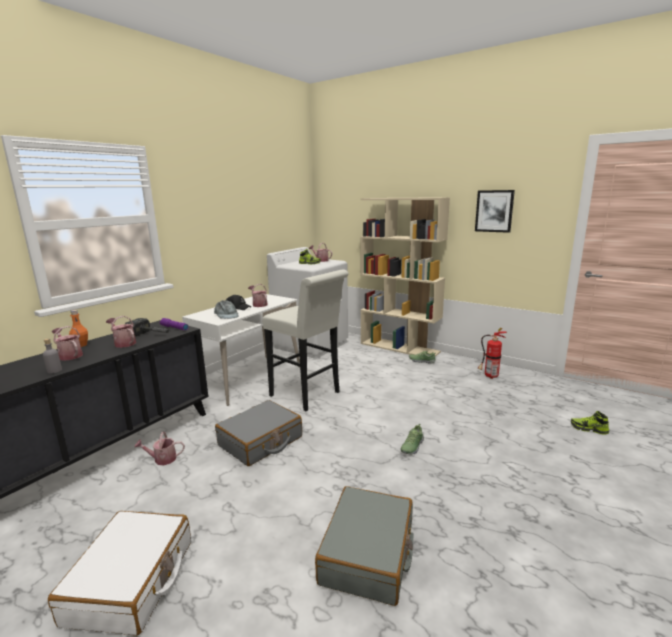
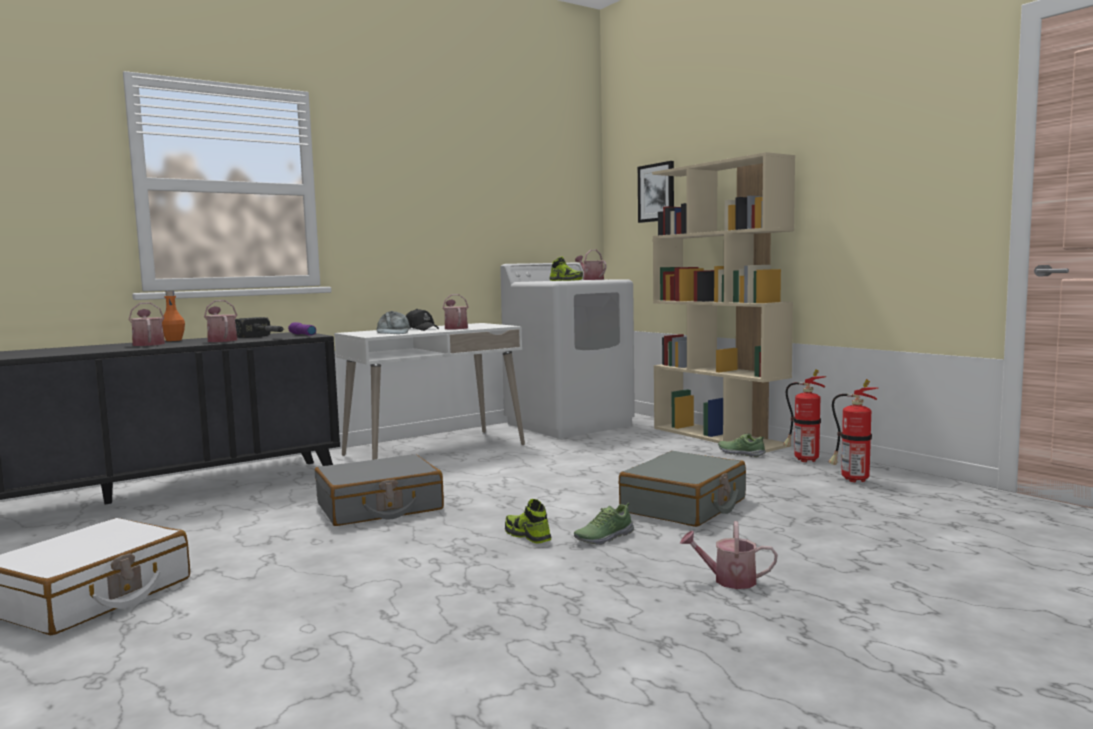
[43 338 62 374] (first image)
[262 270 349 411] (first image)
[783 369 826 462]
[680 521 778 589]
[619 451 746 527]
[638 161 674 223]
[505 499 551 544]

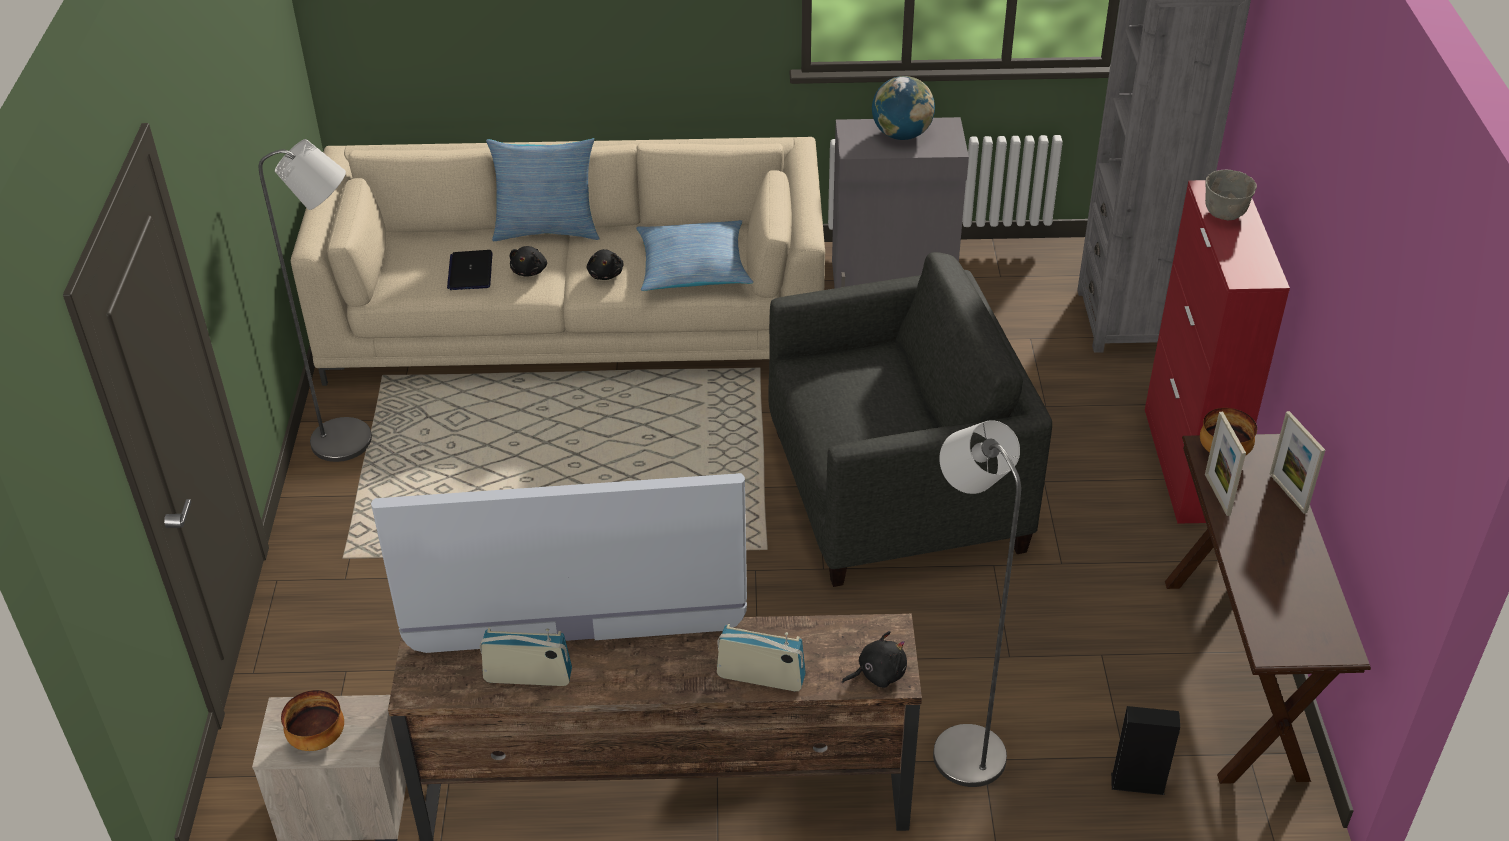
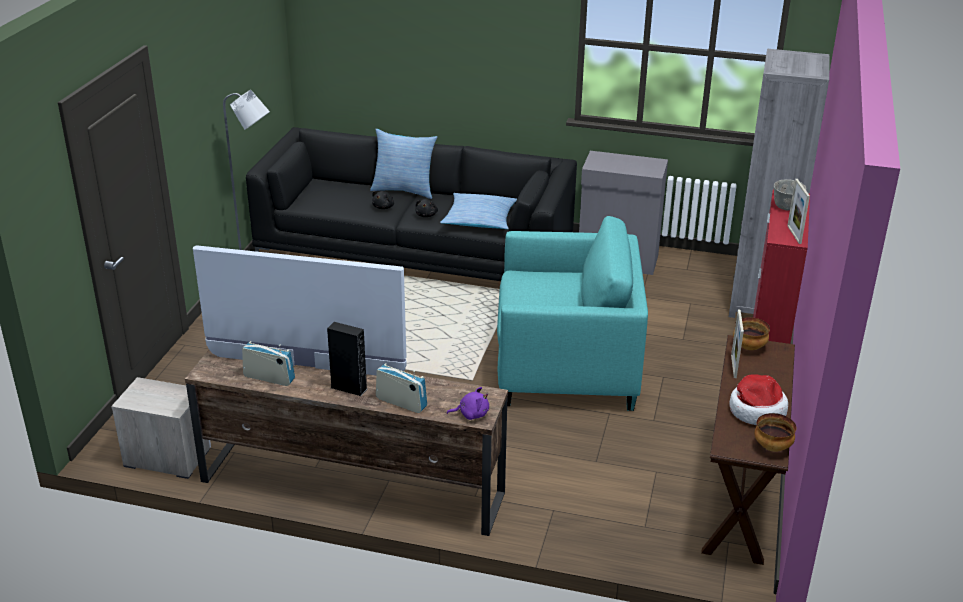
[447 250 493 290] (first image)
[872 76 935 140] (first image)
[933 420 1021 787] (first image)
[730 374 788 425]
[754 413 796 452]
[327 322 367 396]
[787 179 810 244]
[246 127 577 281]
[497 216 648 411]
[447 387 489 420]

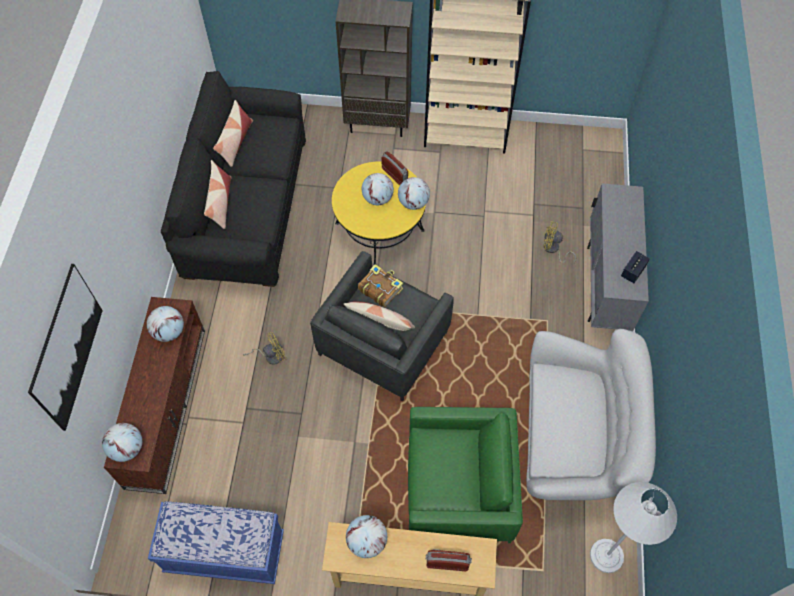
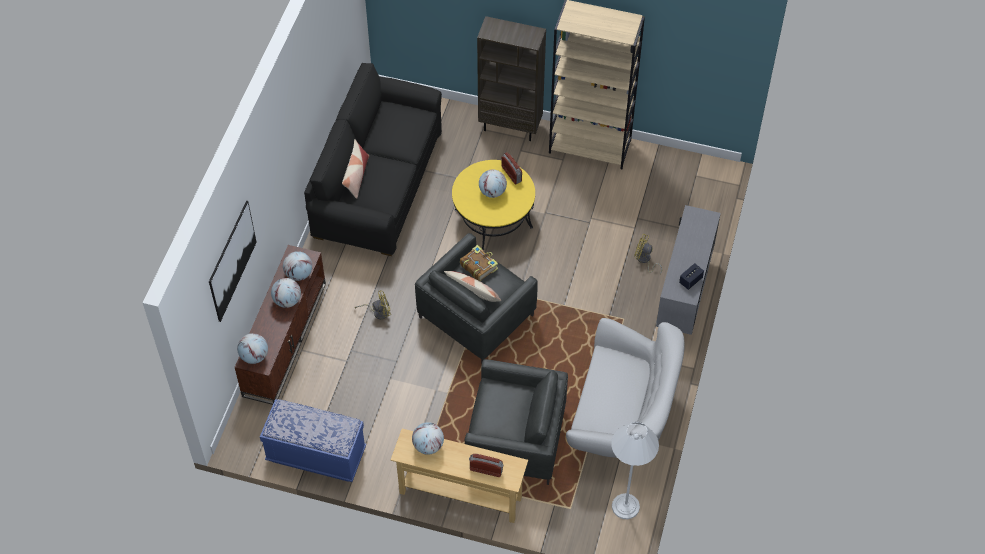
[213 100 253 167] (first image)
[271 278 301 308]
[465 359 568 485]

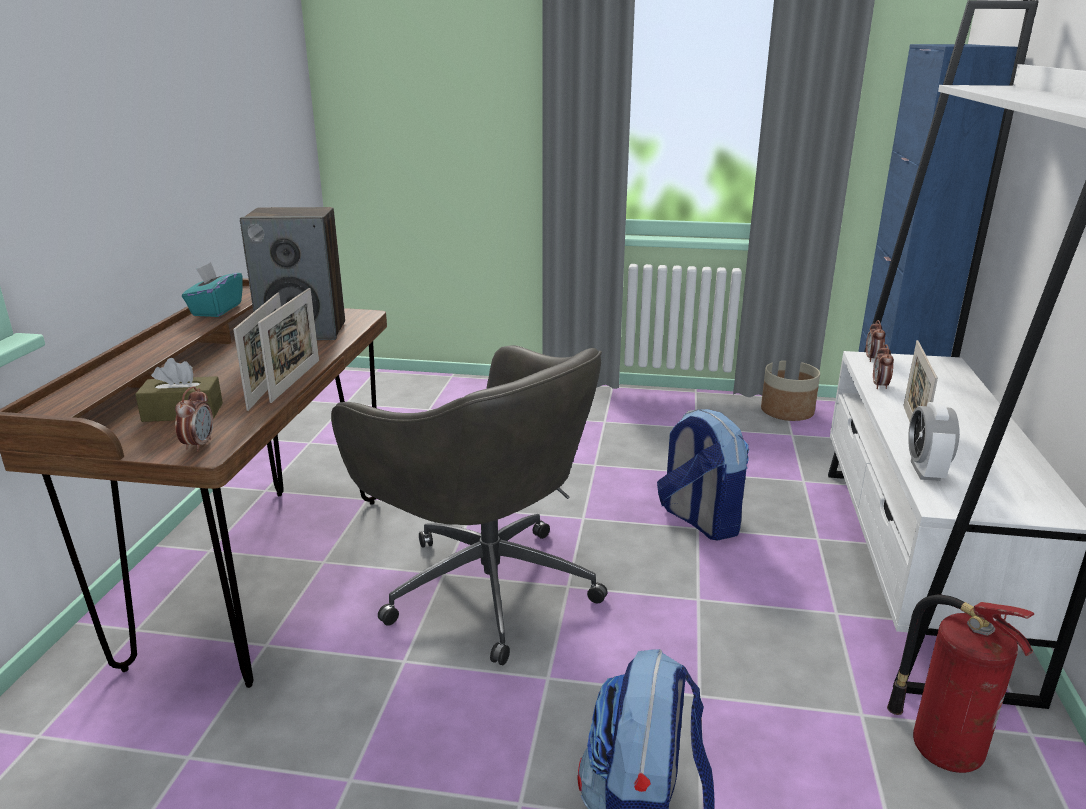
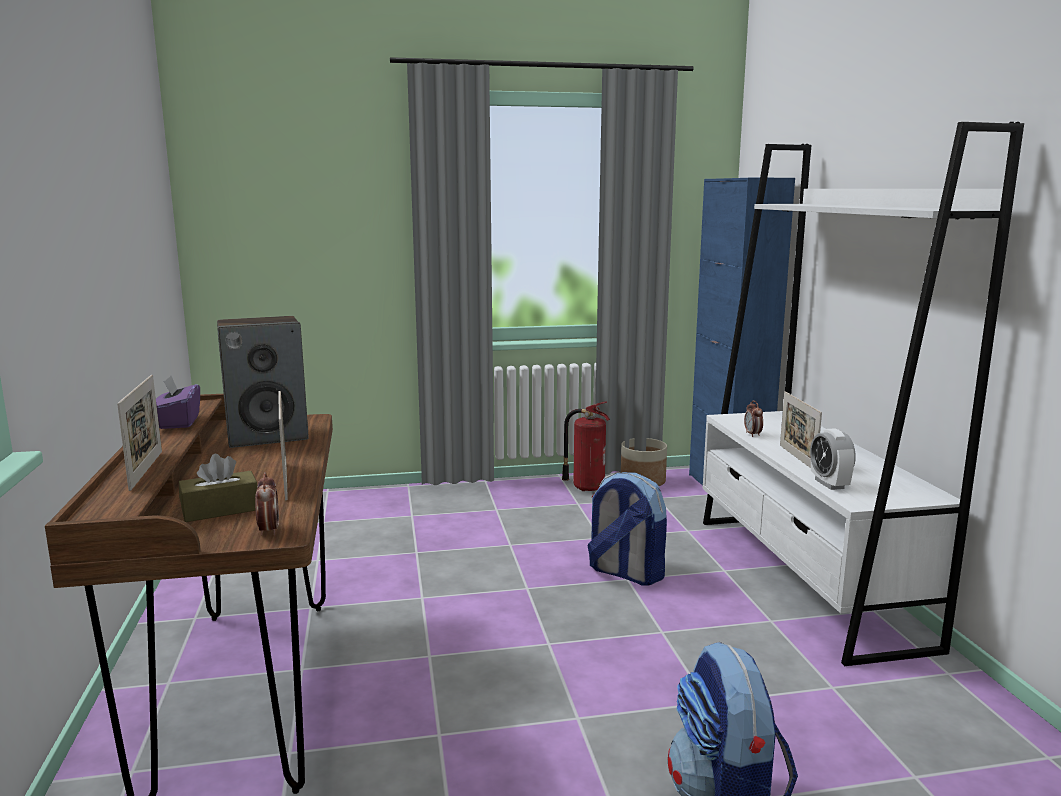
[331 345 608 665] (first image)
[866 320 885 362] (first image)
[117 375 162 491]
[562 401 610 491]
[156 376 200 429]

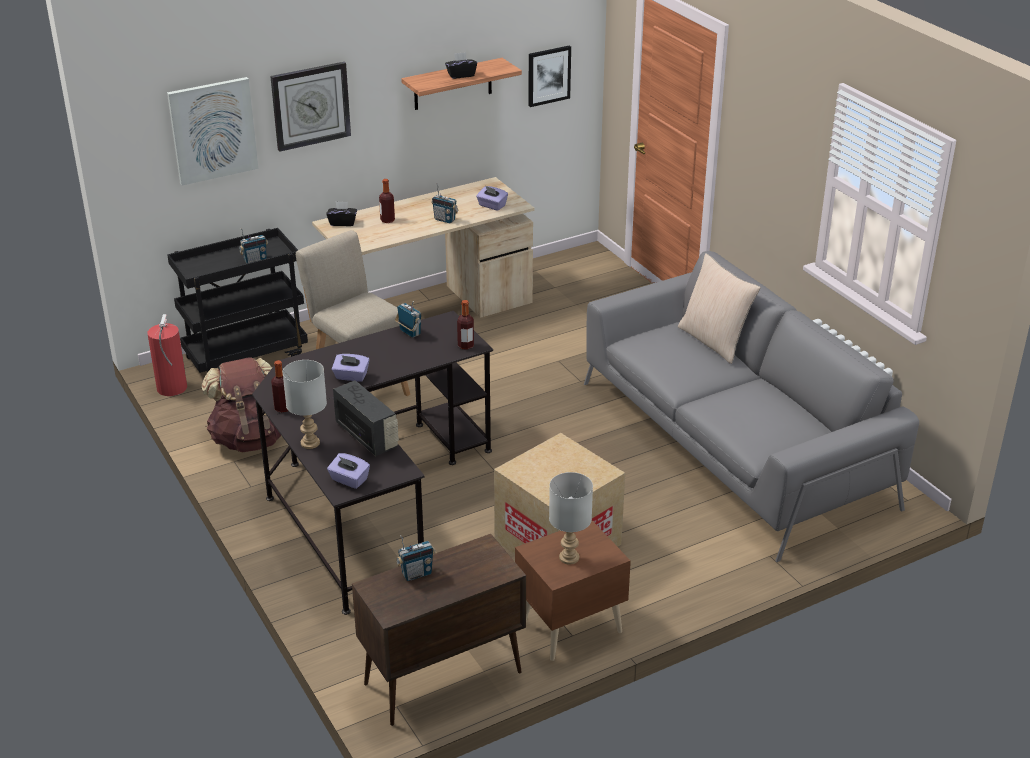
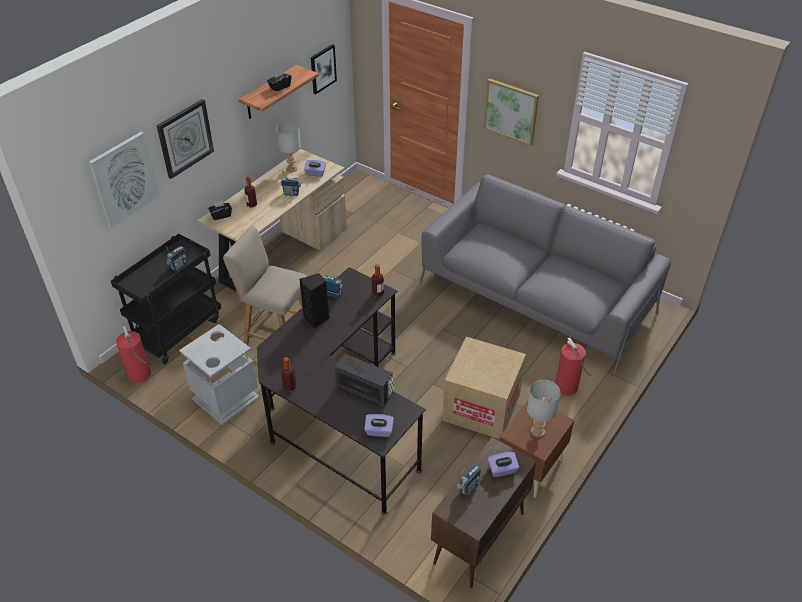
[678 253 761 364] (first image)
[300 273 330 328]
[483 78 539 146]
[555 338 591 395]
[276 122 301 172]
[487 452 519 477]
[179 324 260 425]

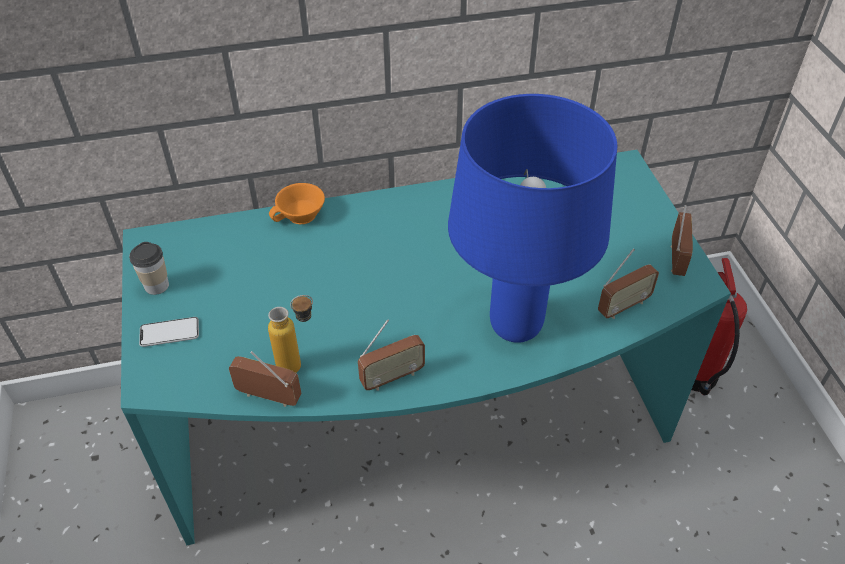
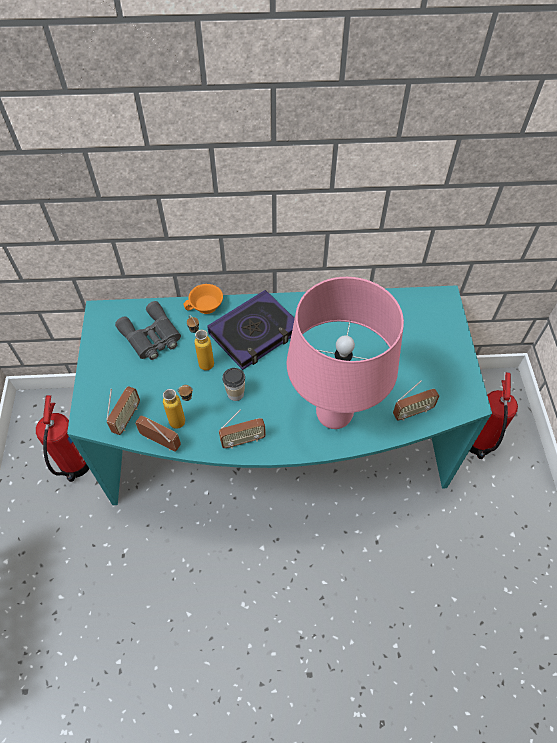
[139 317 199 347] (first image)
[36 395 89 482]
[115 301 181 360]
[187 315 214 371]
[207 290 295 370]
[223 368 245 401]
[106 386 140 435]
[287 277 404 429]

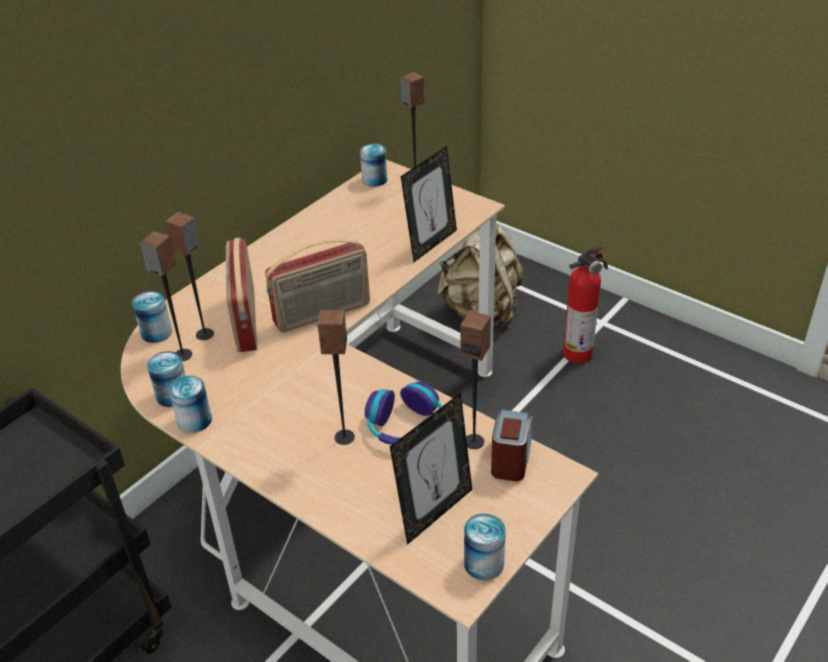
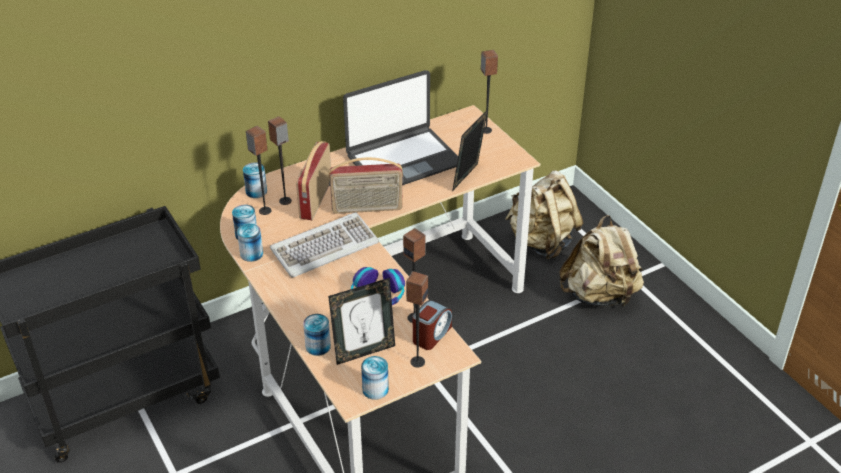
[270 212 379 278]
[343 70 458 185]
[406 271 428 367]
[303 314 331 356]
[559 215 644 307]
[452 109 488 191]

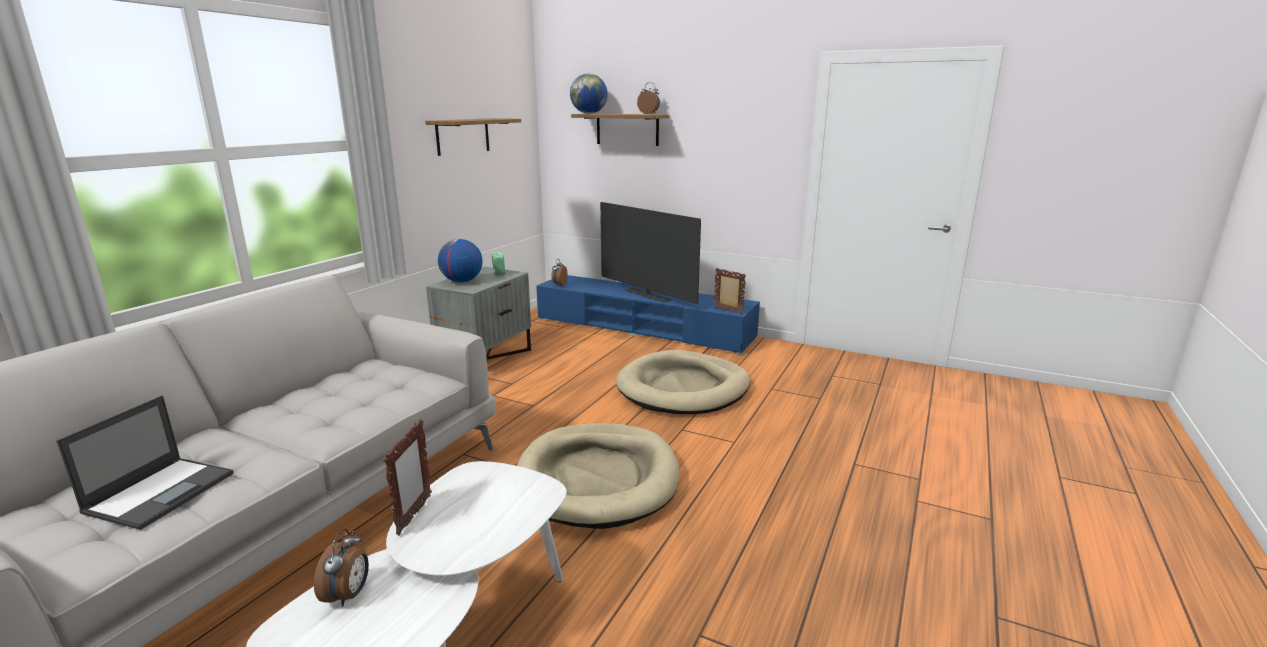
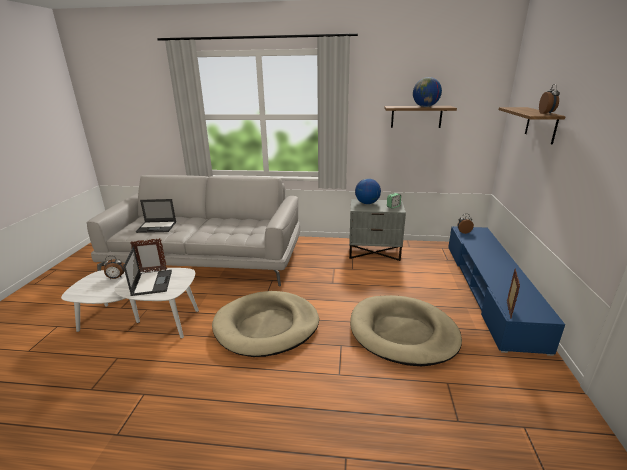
[600 202 701 304] (first image)
[123 246 172 296]
[413 77 442 107]

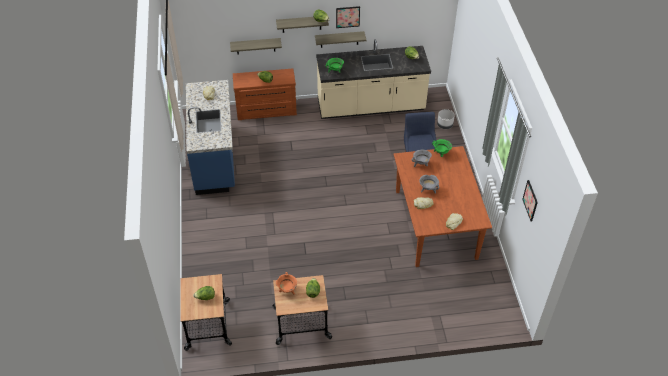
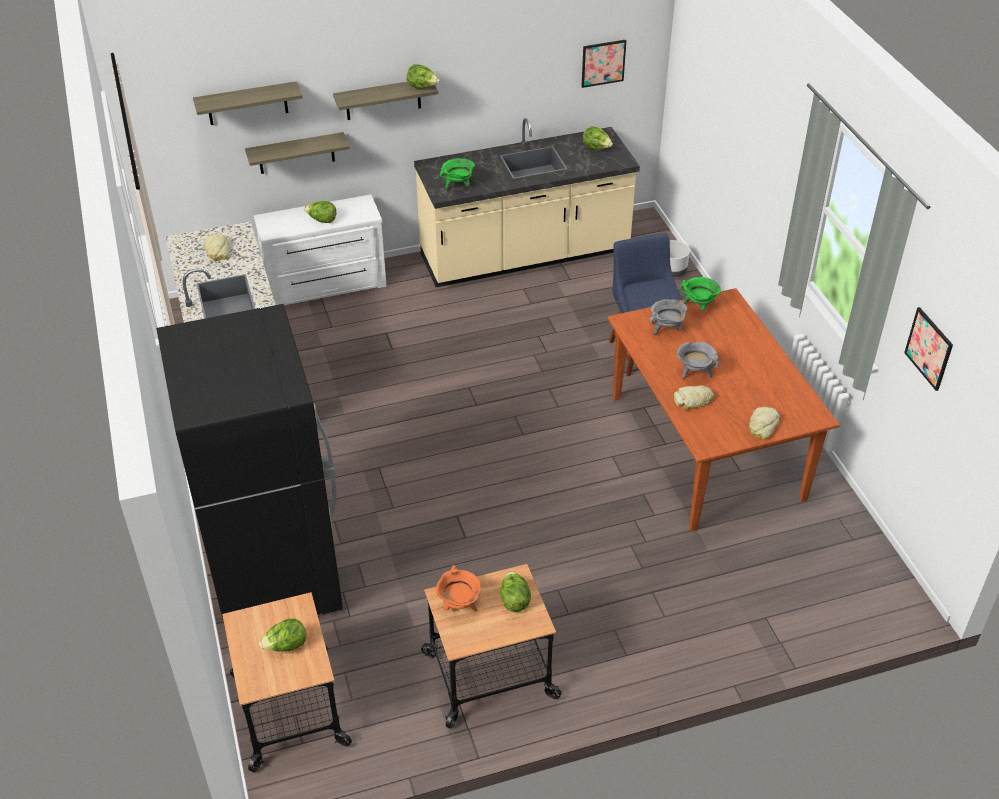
[156 304 343 622]
[193 81 302 125]
[581 40 626 88]
[254 194 387 305]

